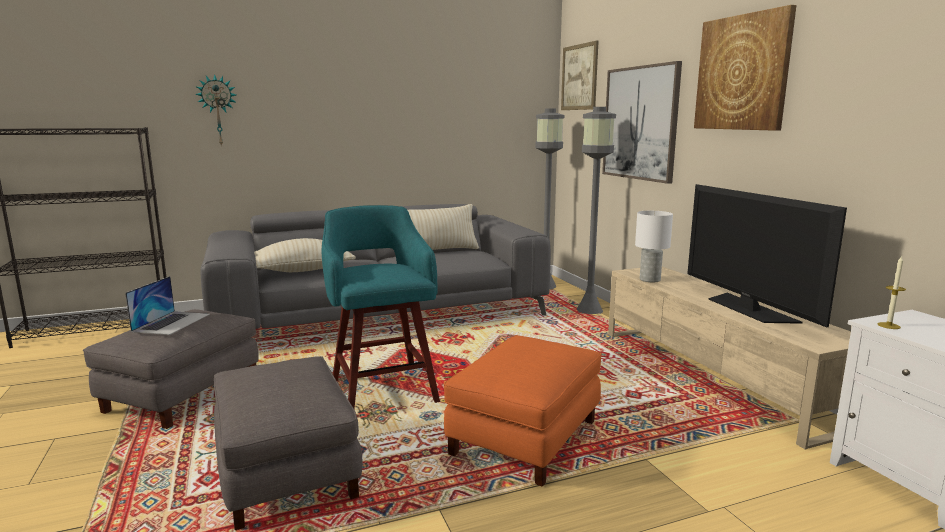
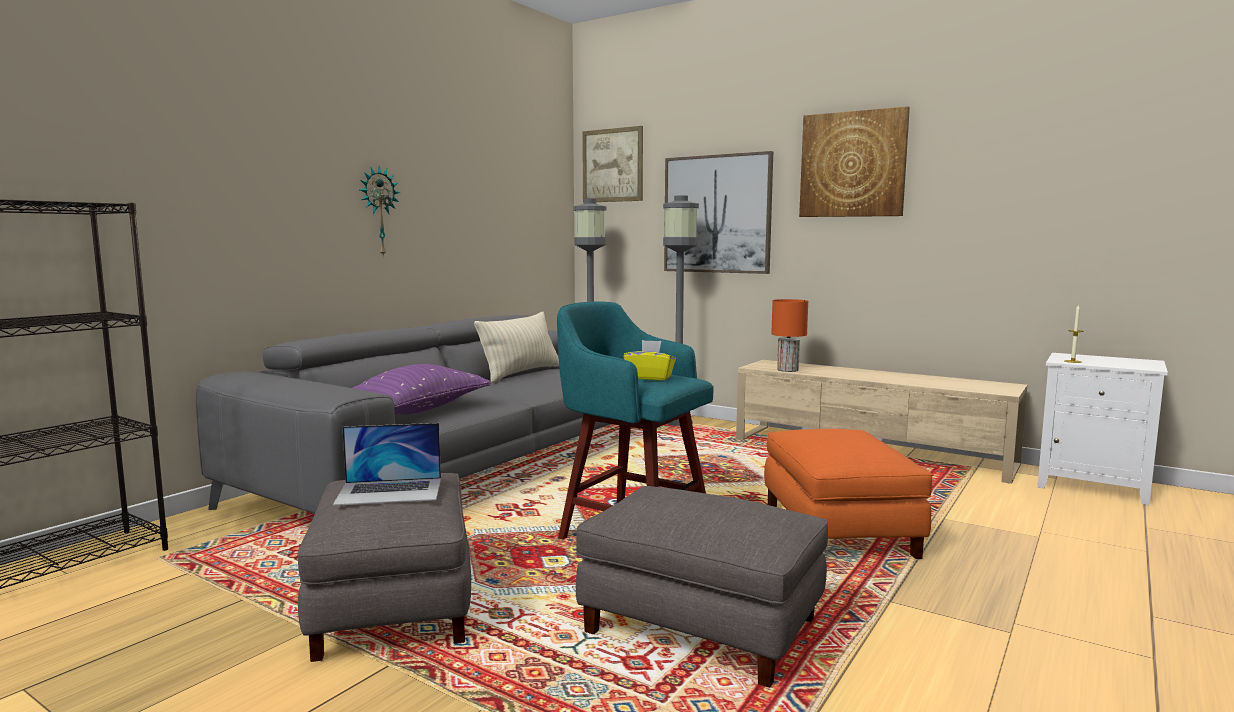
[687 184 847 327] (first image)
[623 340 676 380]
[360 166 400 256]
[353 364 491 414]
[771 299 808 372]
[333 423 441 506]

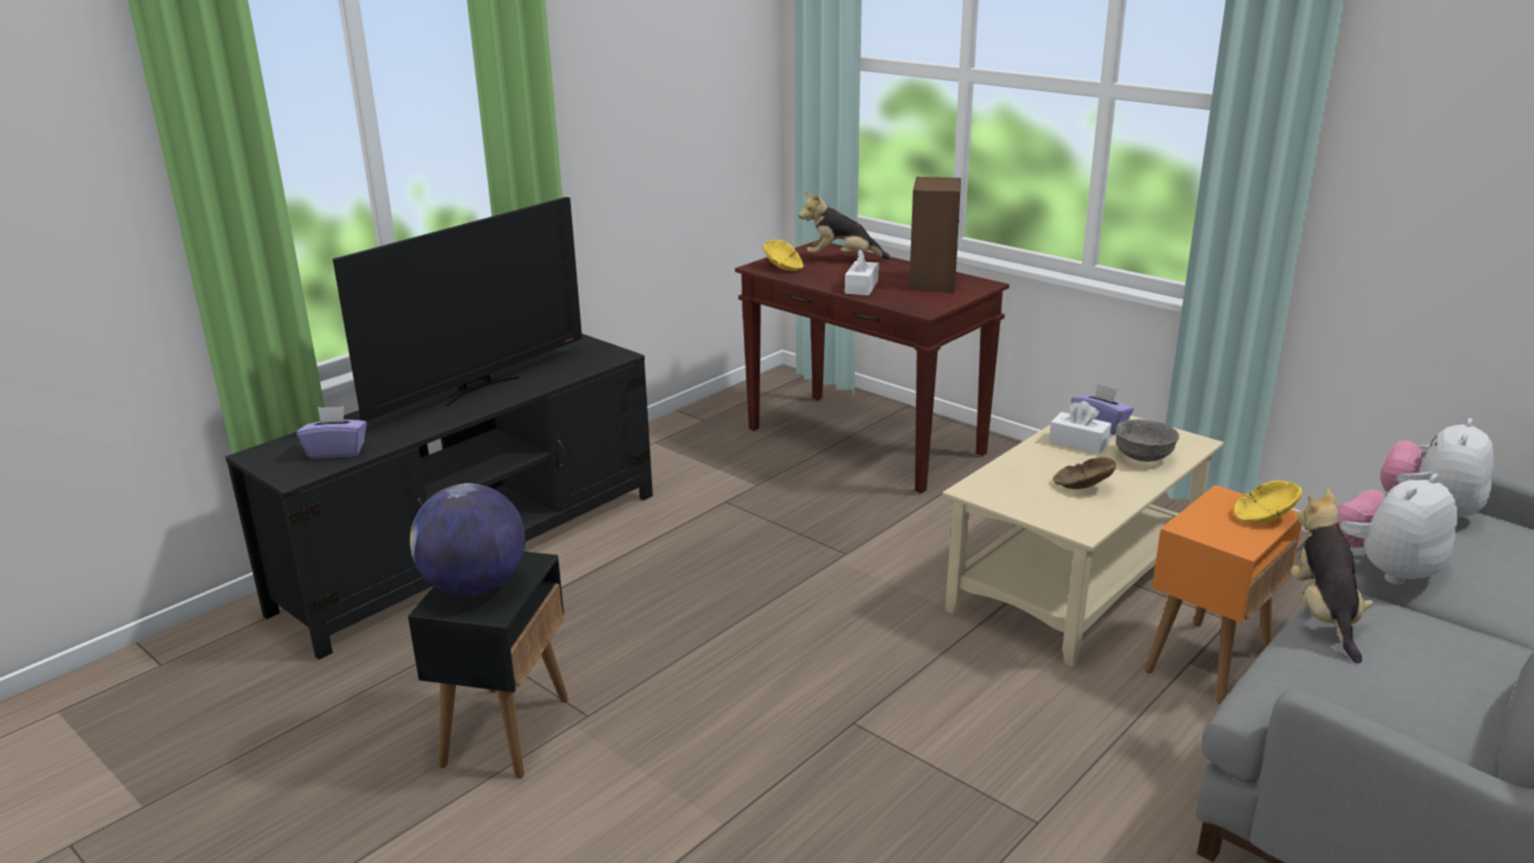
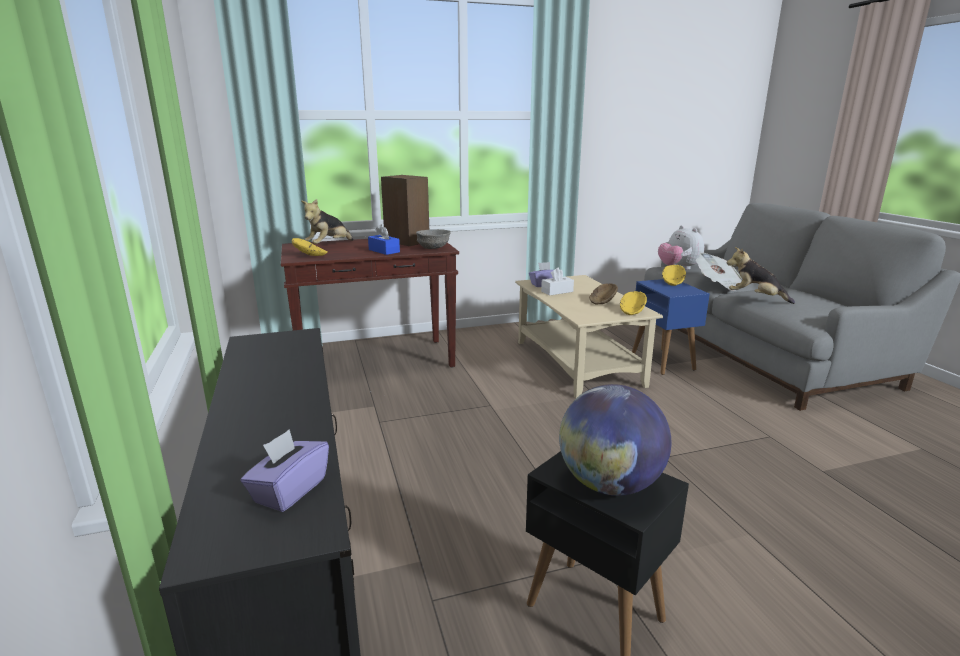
[333 197 582 422] (first image)
[620 291 647 315]
[416 229 451 249]
[696 253 742 291]
[368 225 400 255]
[632 279 710 375]

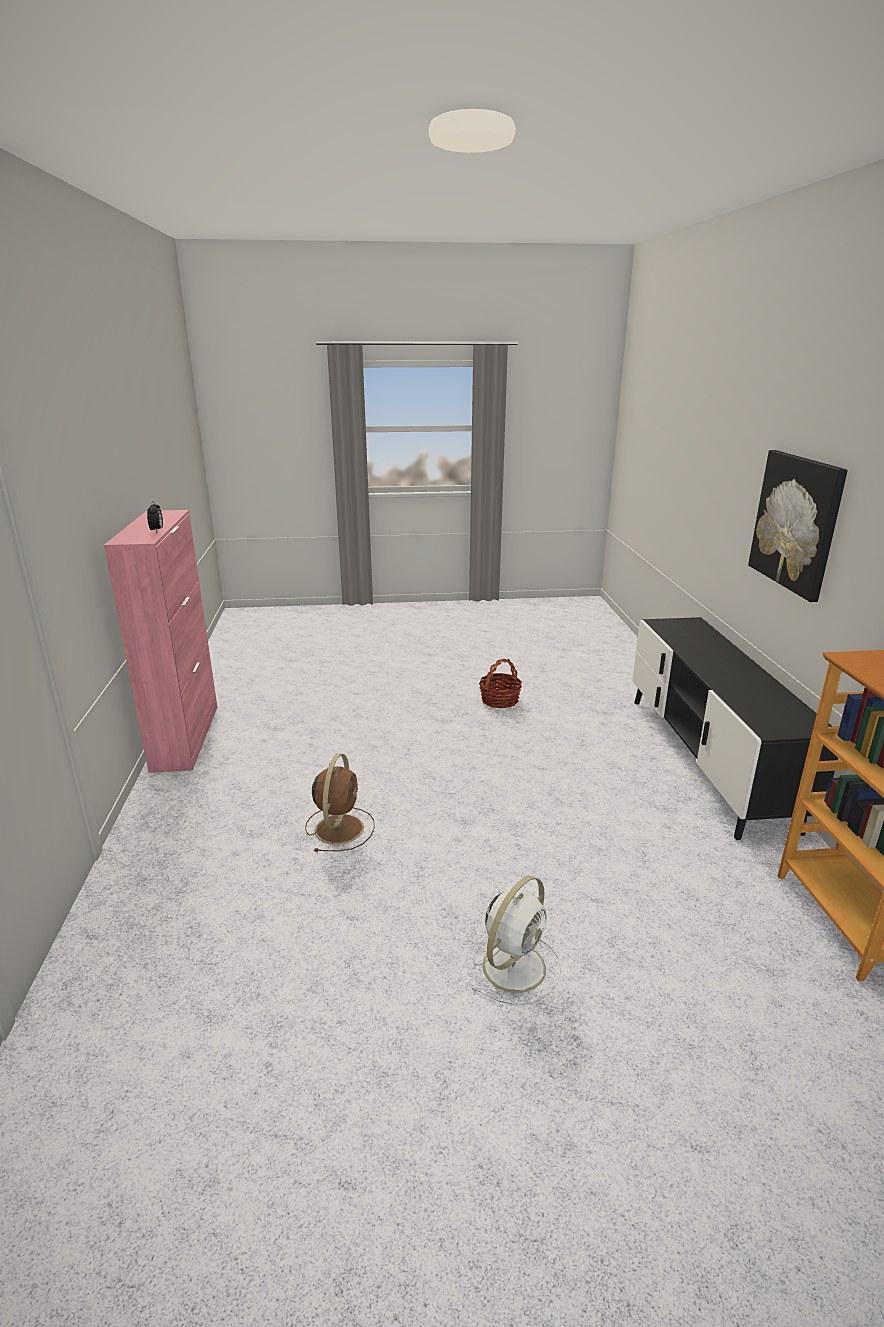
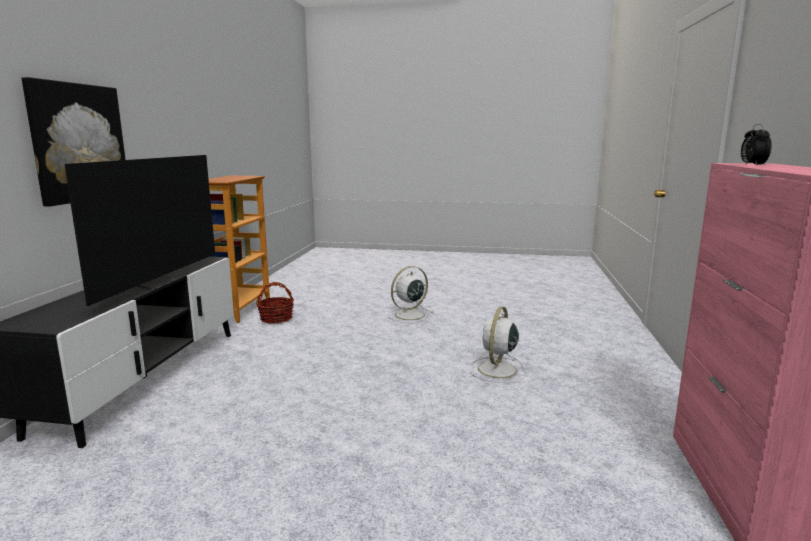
[64 155 215 306]
[256 282 294 324]
[469 306 525 383]

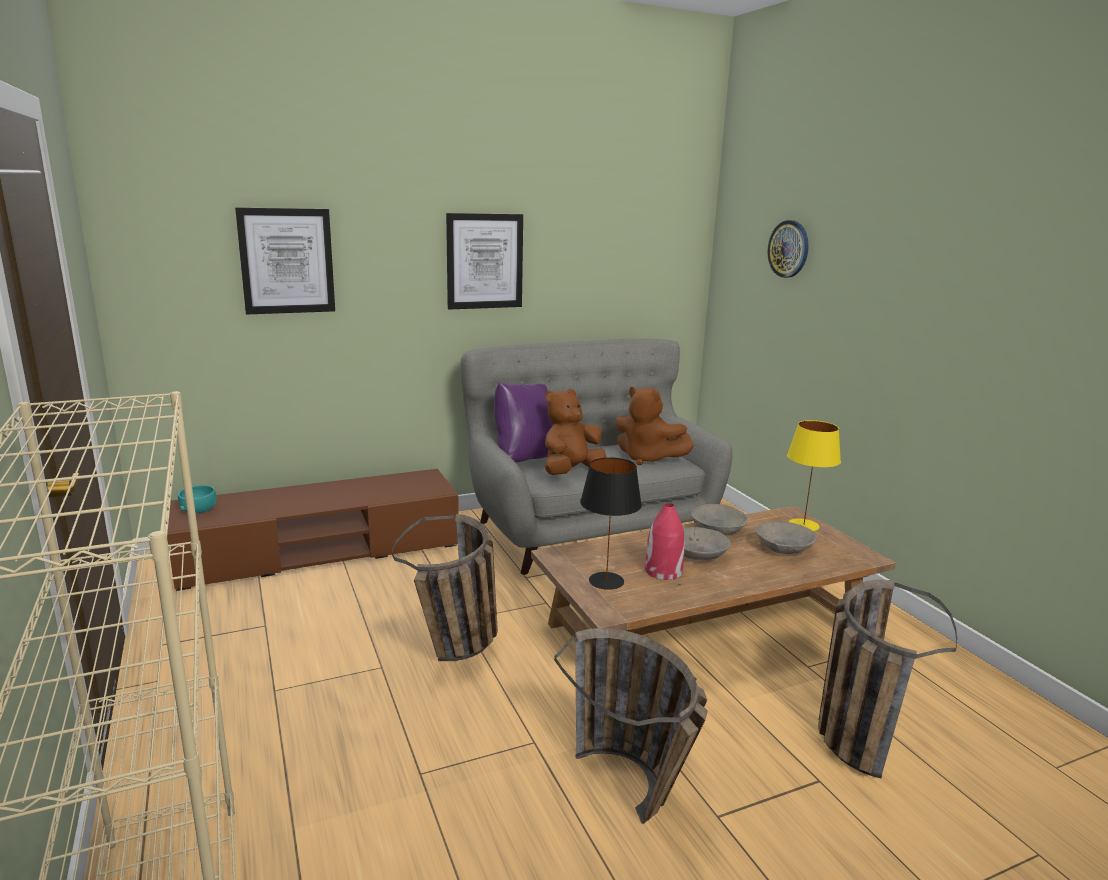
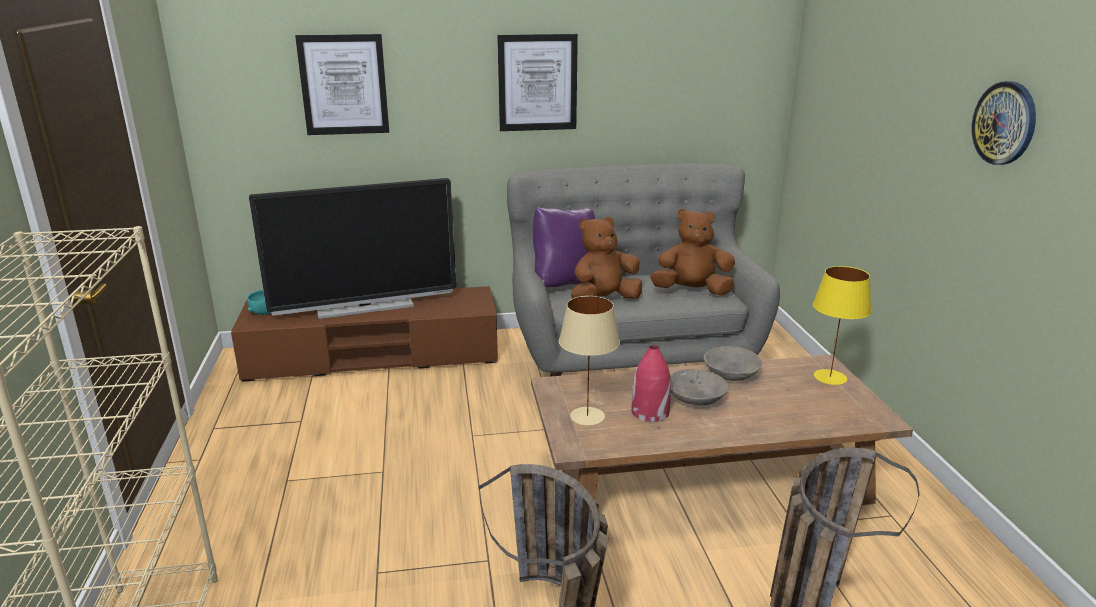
[392 514 498 661] (first image)
[756 521 816 554] (first image)
[249 178 456 319]
[972 81 1036 165]
[559 296 620 426]
[650 208 735 296]

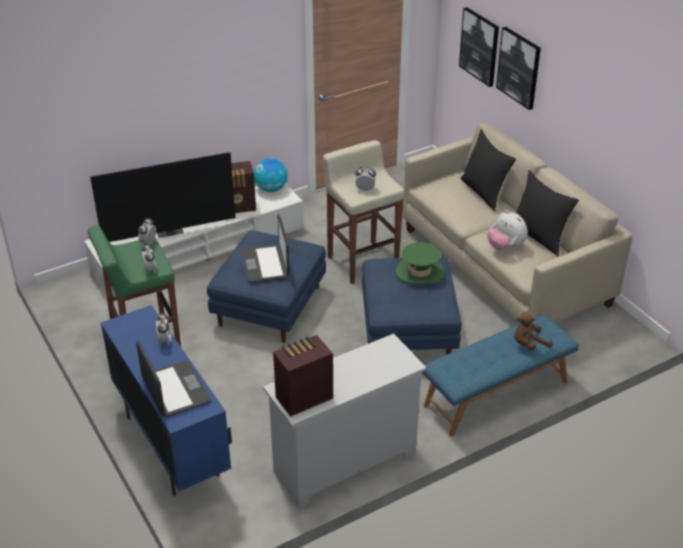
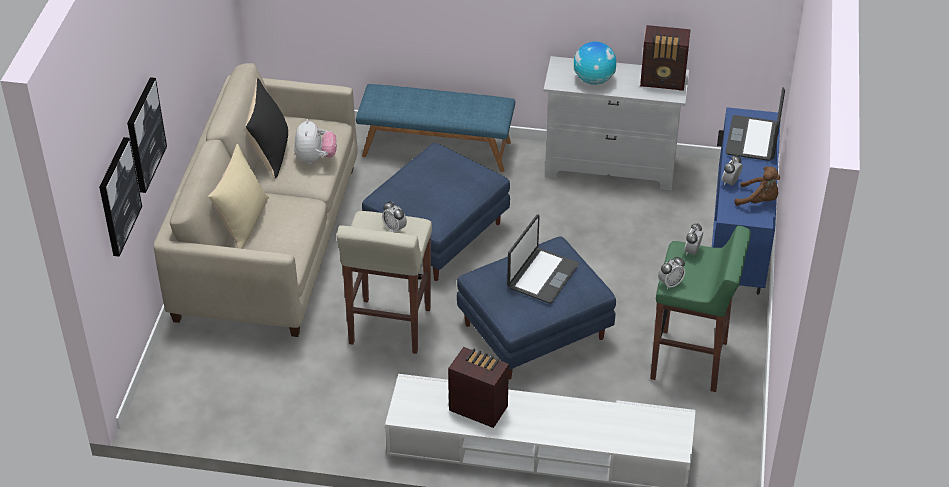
[90 152 236 242] (first image)
[395 242 444 284] (first image)
[574 41 616 85]
[735 166 780 206]
[208 144 269 249]

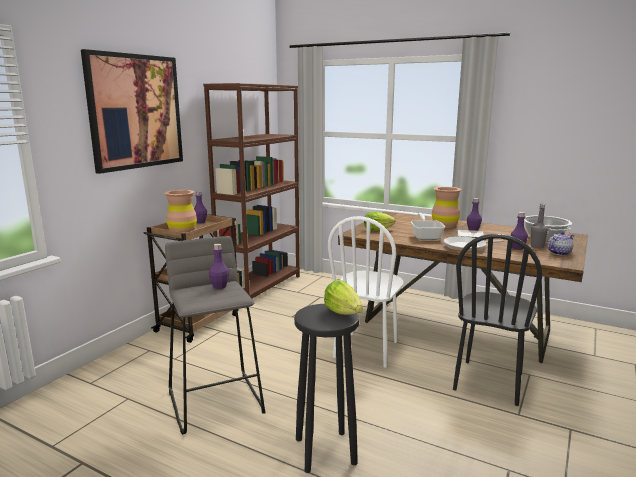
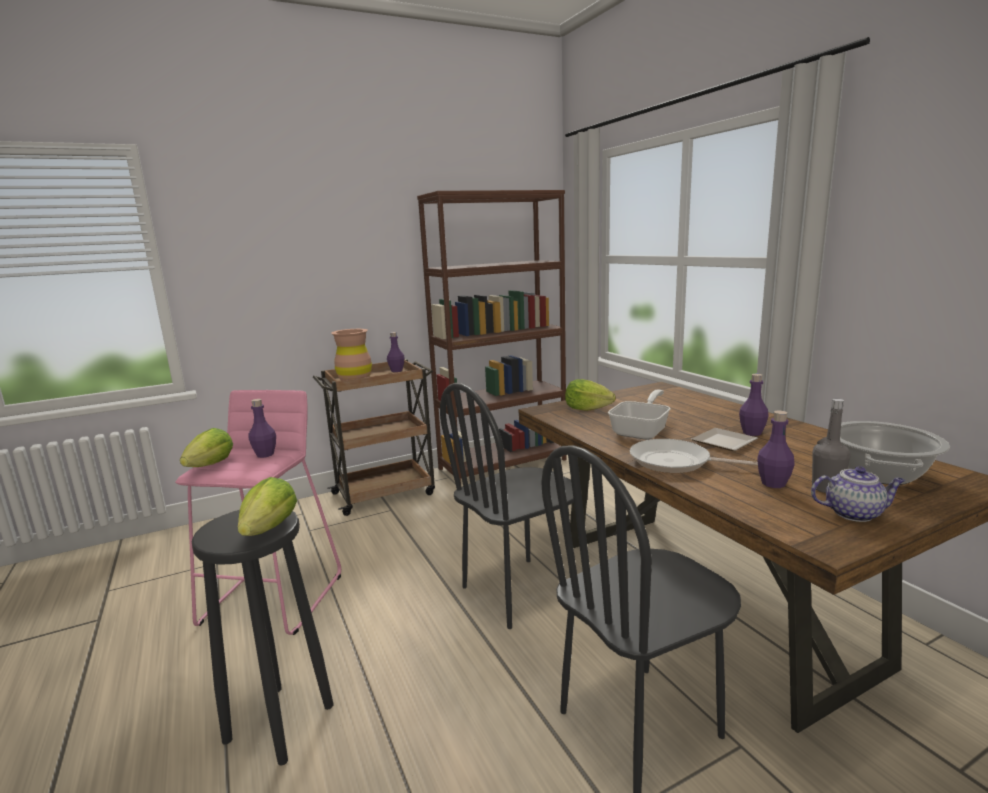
[81 49 183 174] (first image)
[432 187 462 228] (first image)
[180 428 233 467]
[175 390 341 635]
[440 383 574 629]

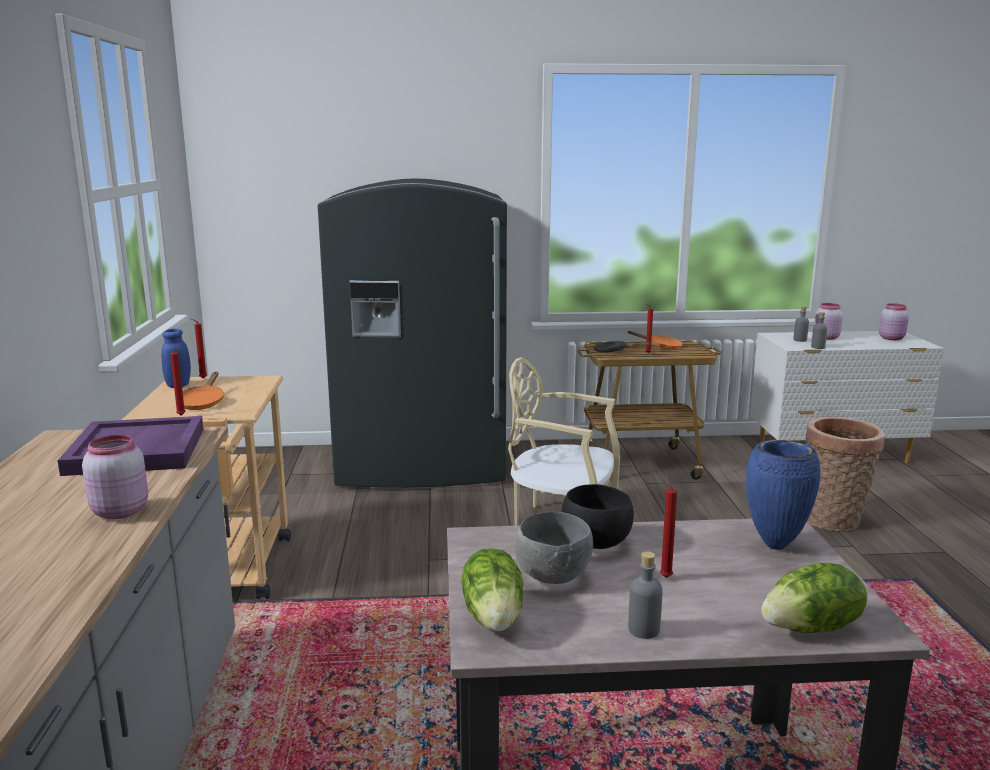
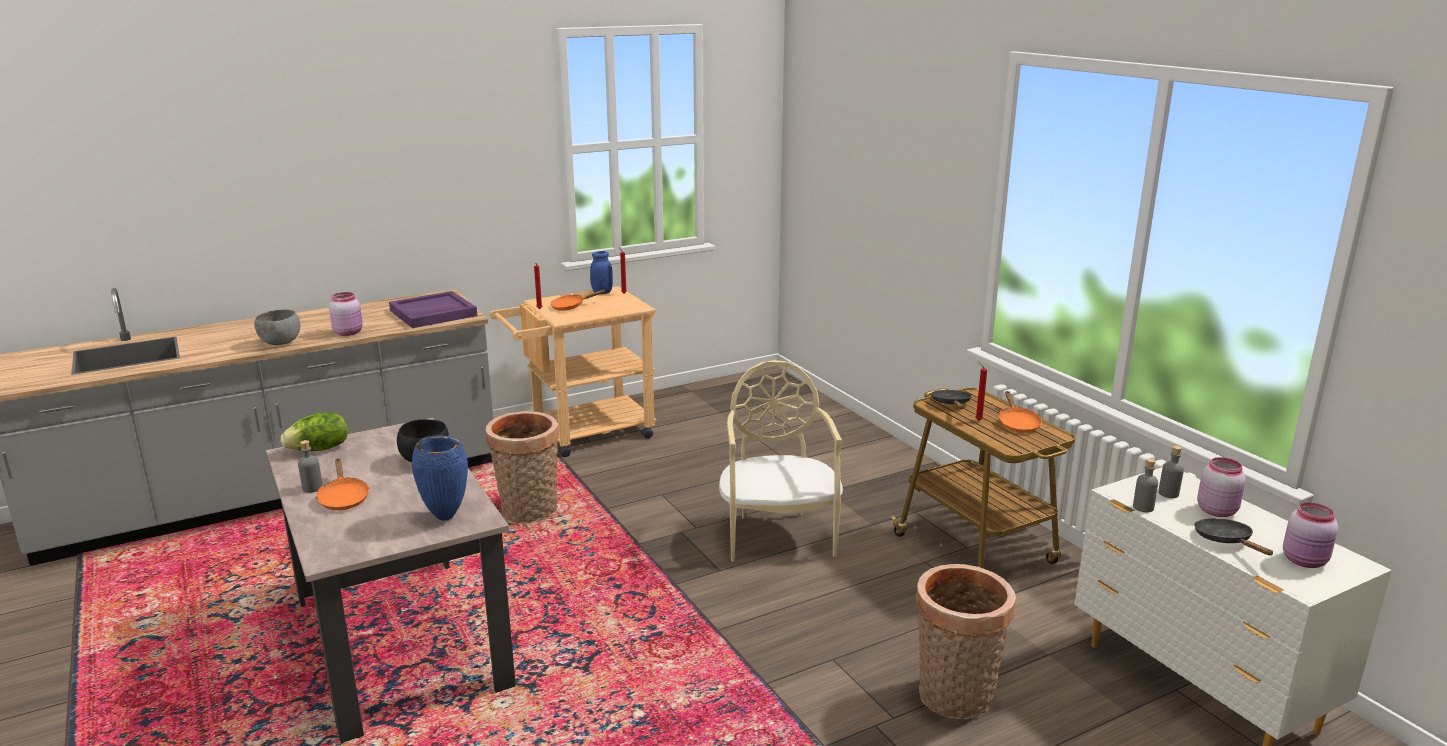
[318 178 507 488] (first image)
[660 477 677 578] (first image)
[761 563 867 633] (first image)
[315 458 370 510]
[486 411 559 523]
[1194 518 1273 555]
[254 309 301 345]

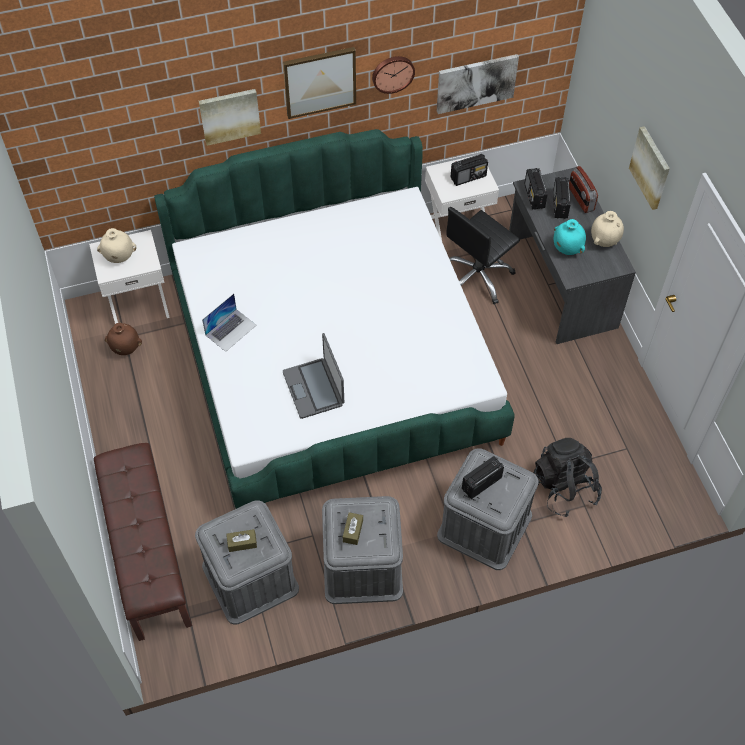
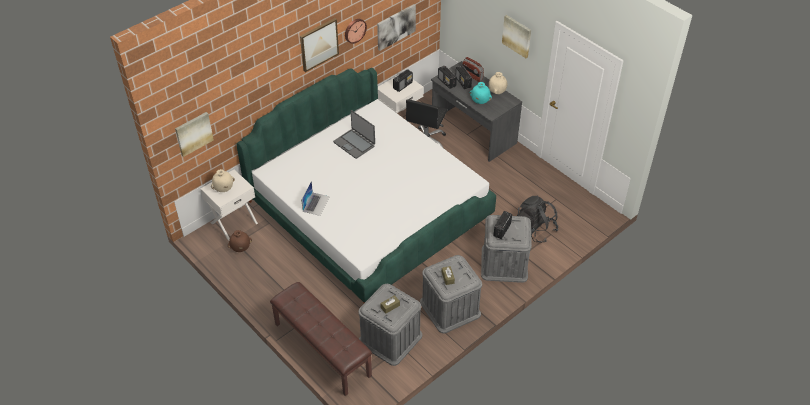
[175 112 214 157]
[333 110 375 159]

